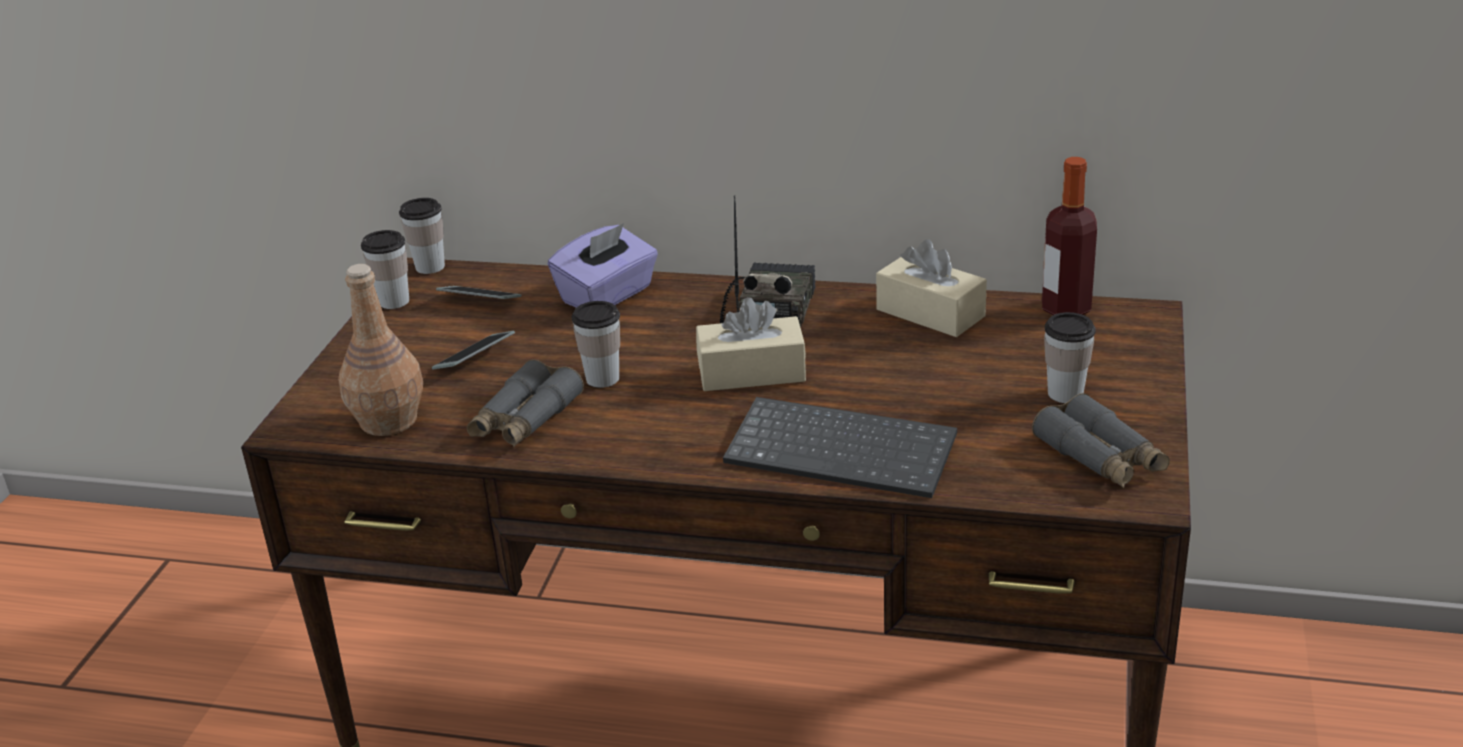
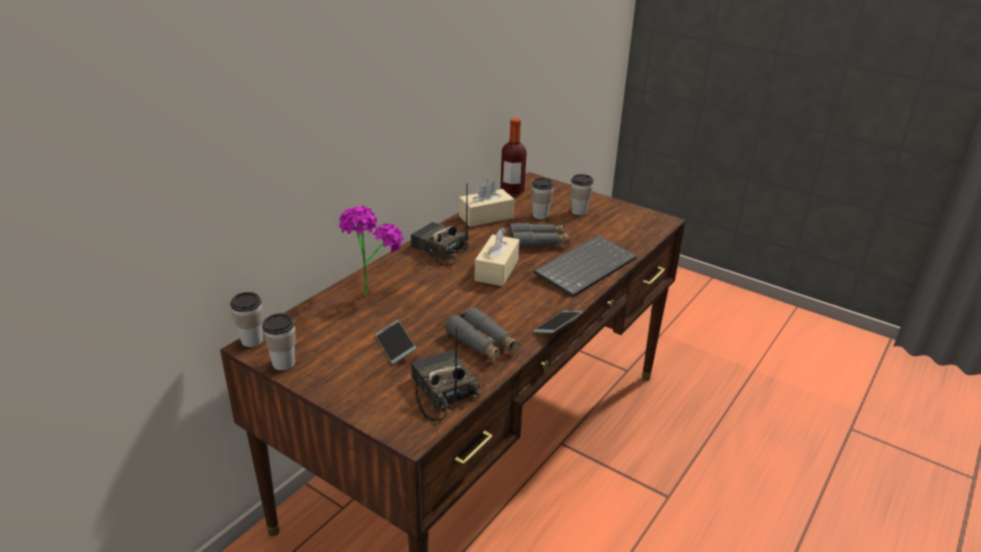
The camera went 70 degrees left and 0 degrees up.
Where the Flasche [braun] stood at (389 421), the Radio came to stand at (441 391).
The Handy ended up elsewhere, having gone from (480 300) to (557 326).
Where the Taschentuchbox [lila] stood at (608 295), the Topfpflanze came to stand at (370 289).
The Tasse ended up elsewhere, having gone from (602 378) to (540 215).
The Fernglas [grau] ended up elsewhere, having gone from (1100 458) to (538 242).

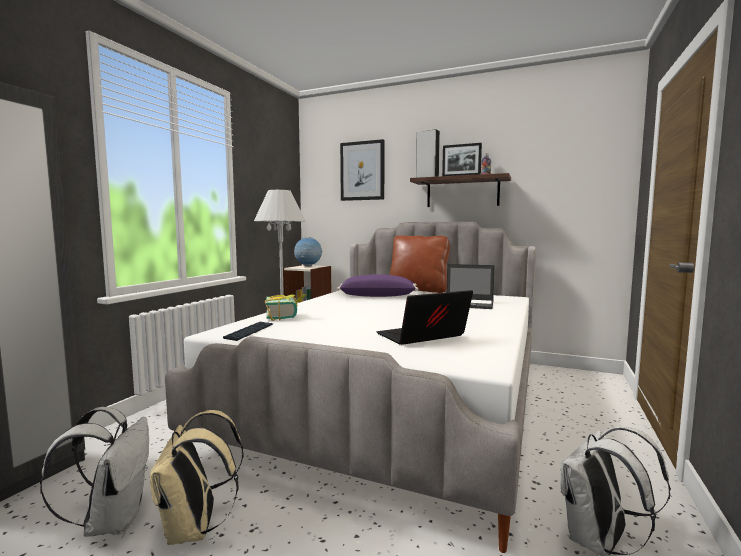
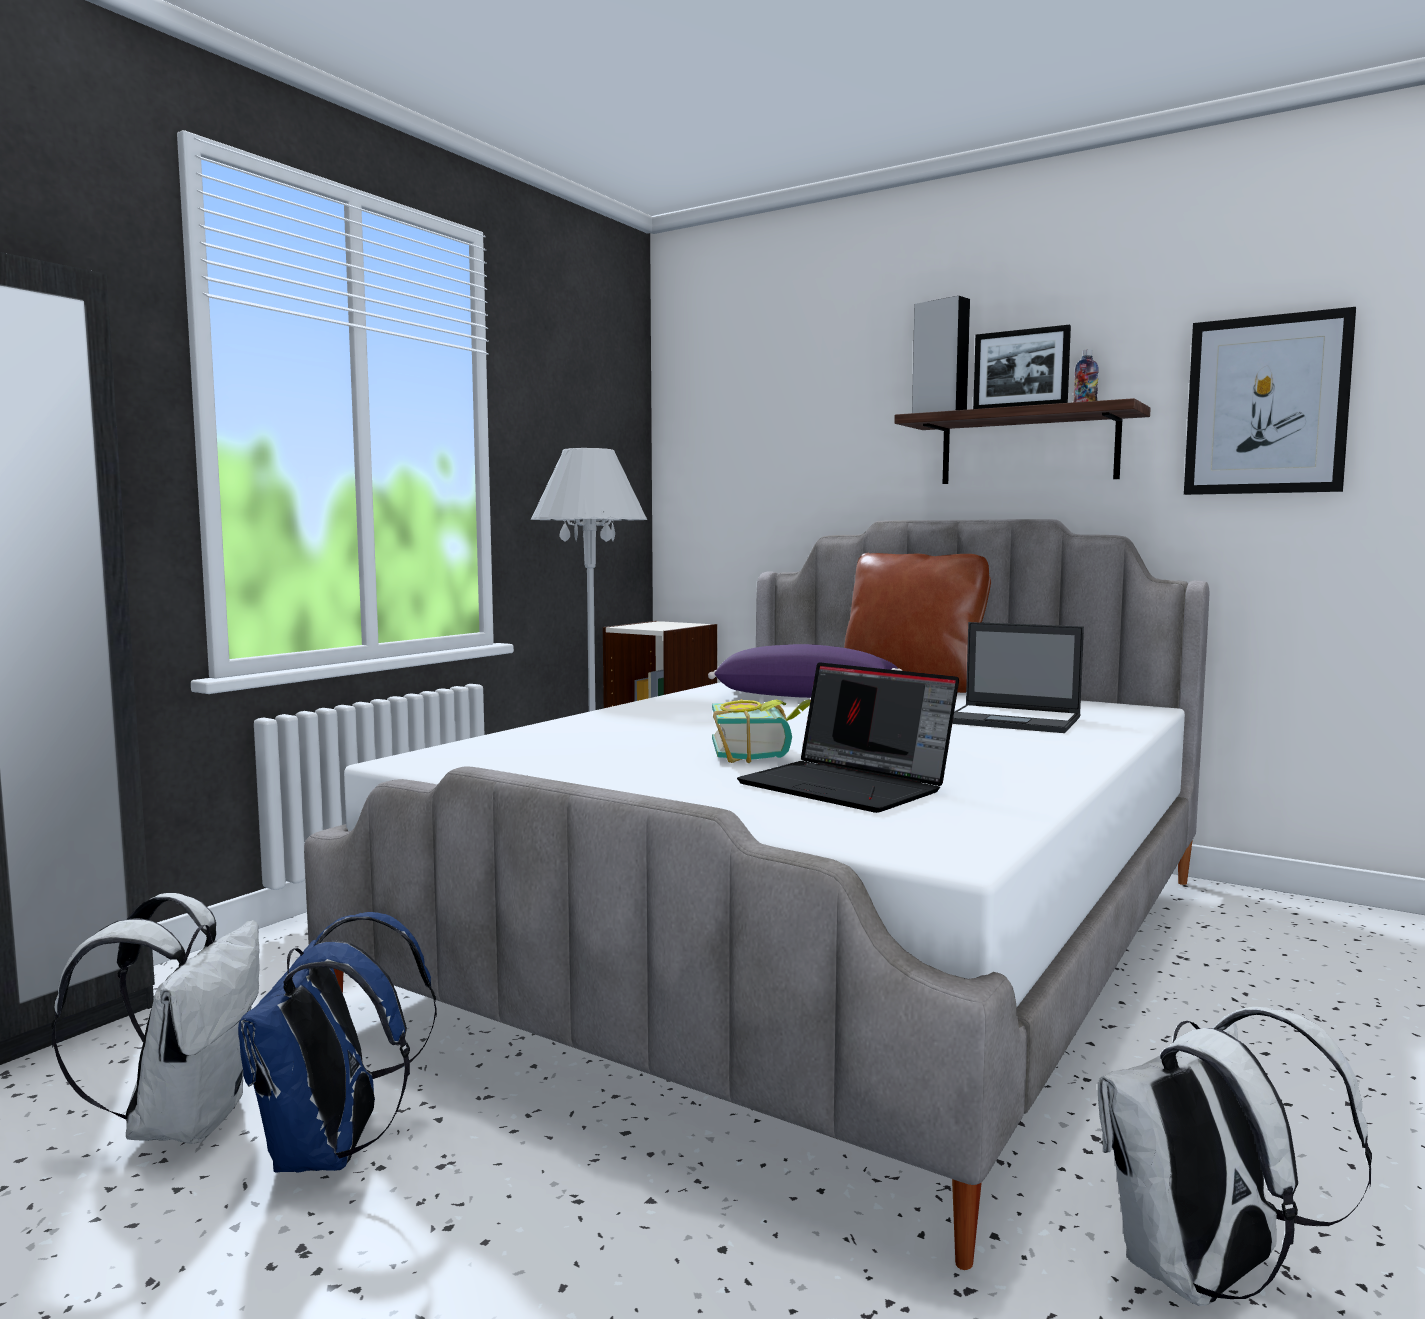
The camera went 10 degrees right and 0 degrees up.
What was the Rucksack [beige] at (195 529) turned into the Rucksack [blau] at (332 1151).
The second view lost the Tastatur at (250 331).
The Buch ended up elsewhere, having gone from (286 316) to (761 754).
The second view lost the Globus at (308 266).
The Bild ended up elsewhere, having gone from (362 171) to (1266 405).
The Laptop at (422 337) ended up facing another way, 120 degrees counterclockwise from before.

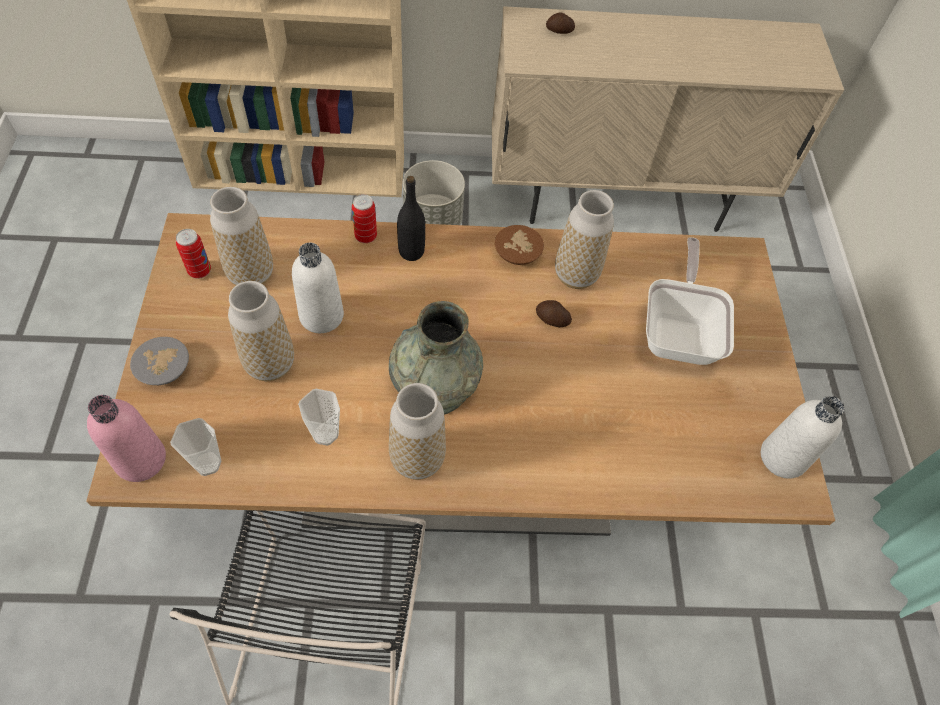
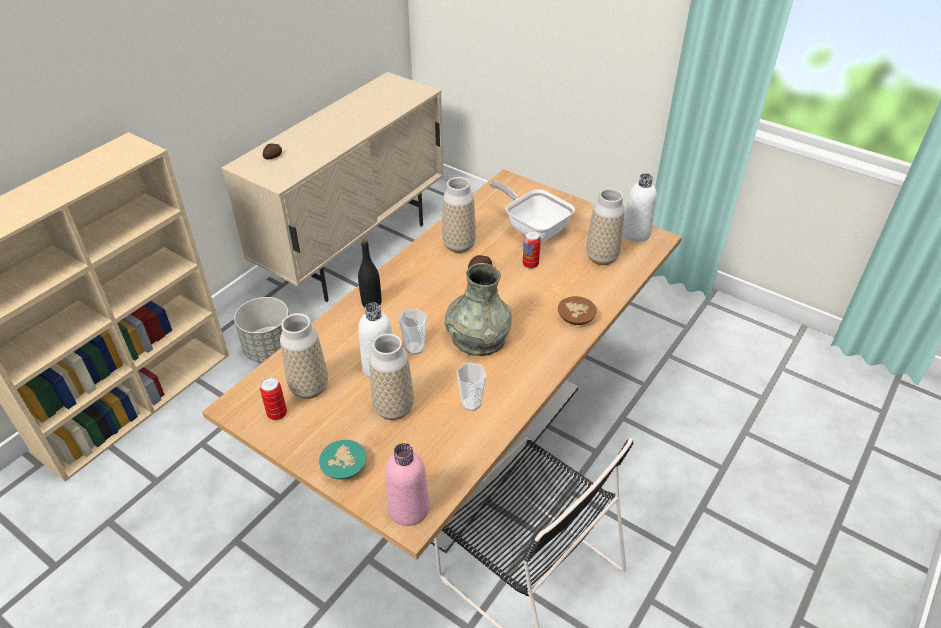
The camera went 50 degrees left and 15 degrees down.
What was the Schüssel [grau] at (166 367) turned into the Schüssel [türkis] at (344 465).
The Tasse ended up elsewhere, having gone from (208 463) to (415 348).
The Dose ended up elsewhere, having gone from (366 236) to (530 264).
The Vase ended up elsewhere, having gone from (417 459) to (601 257).
The Schüssel [braun] ended up elsewhere, having gone from (517 252) to (574 317).

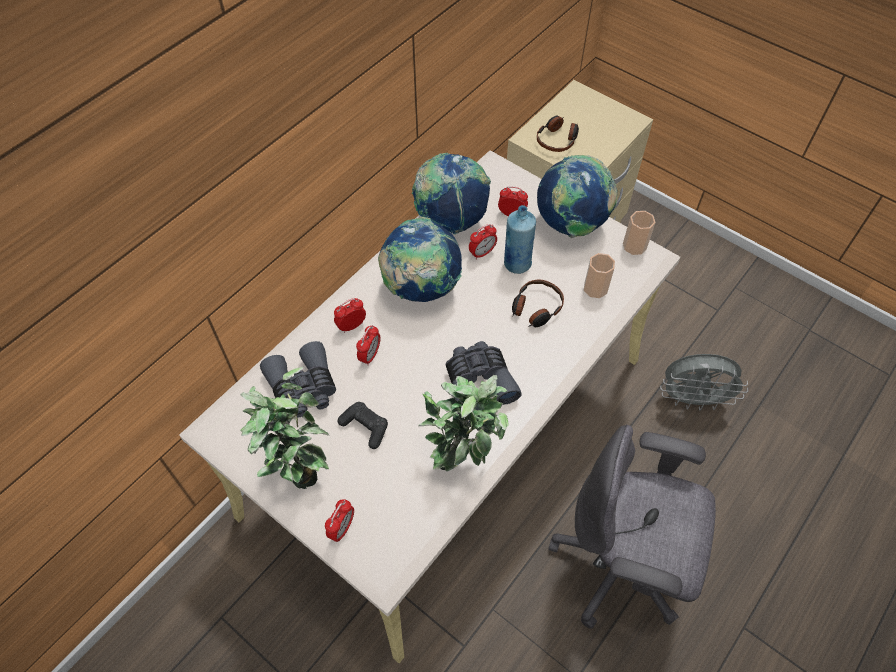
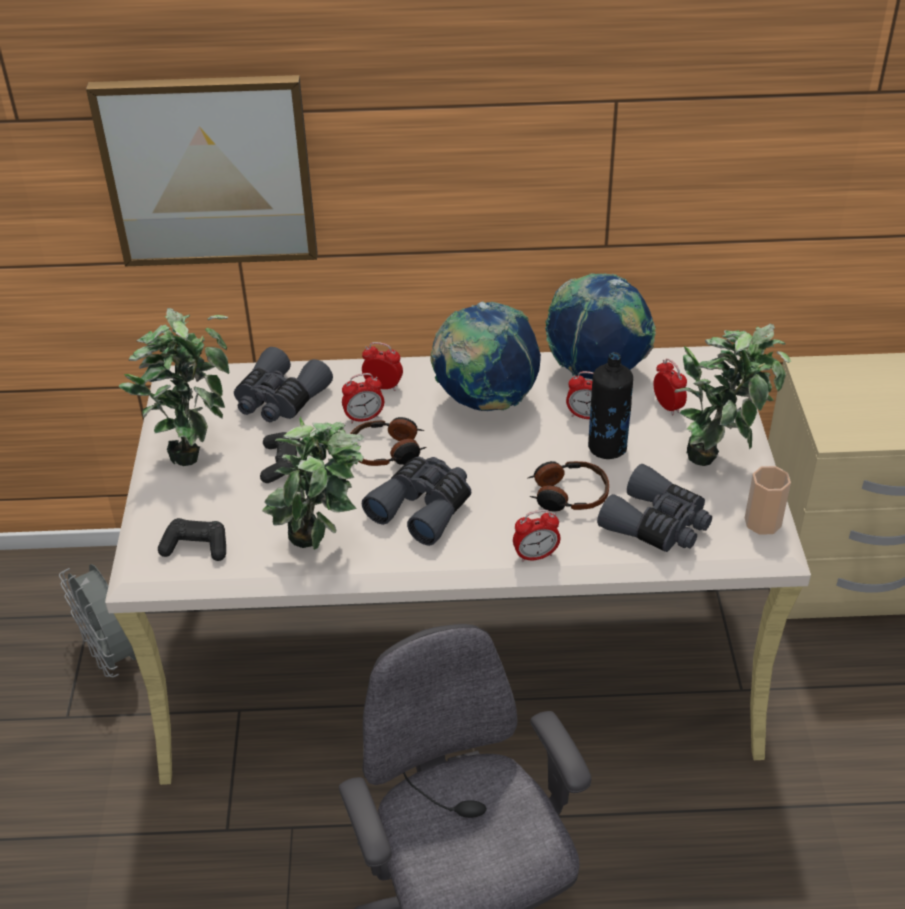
The camera went 50 degrees right and 15 degrees down.
The Wecker ended up elsewhere, having gone from (342 528) to (535 555).
What was the Flasche [blau] at (517 264) turned into the Flasche [schwarz] at (607 448).
The Kopfhörer ended up elsewhere, having gone from (557 139) to (387 451).
Where the Globus stood at (571 224), the Topfpflanze came to stand at (720 456).
Where the Tasse stood at (595 288), the Fernglas [grau] came to stand at (657 524).
The Ventilator [grau] ended up elsewhere, having gone from (692 399) to (114 655).
The second view gained the Bild at (209 171).
The second view gained the Gamepad [schwarz] at (196 547).

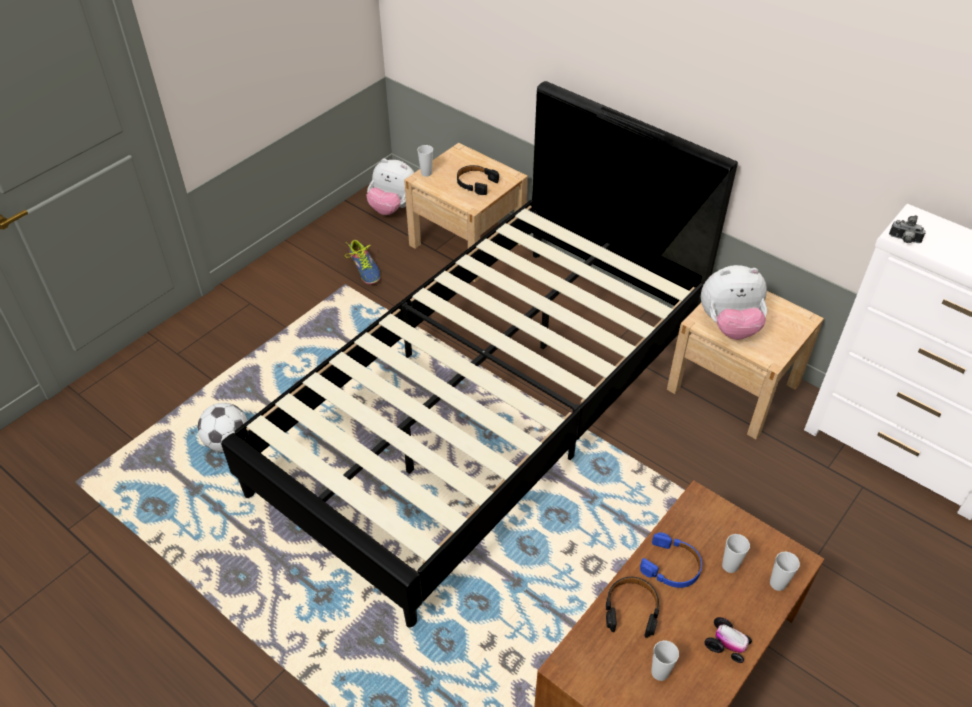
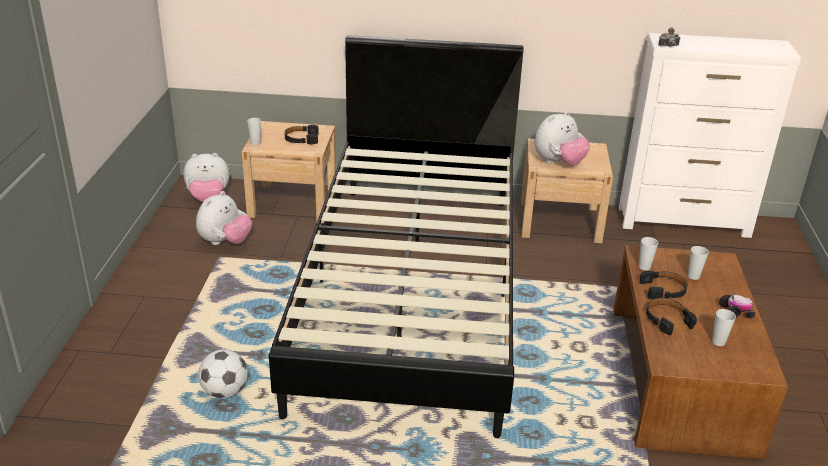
The camera went 35 degrees left and 15 degrees down.
Where the Schuh stood at (365 269), the Plüschtier came to stand at (225 242).
What was the Kopfhörer [blau] at (671 566) turned into the Kopfhörer [schwarz] at (663 290).
The Tasse ended up elsewhere, having gone from (777 583) to (644 267).

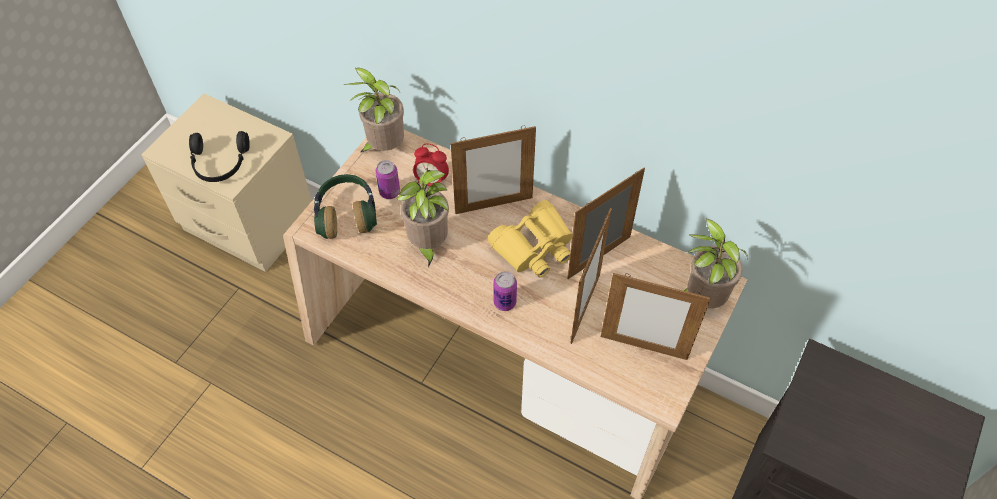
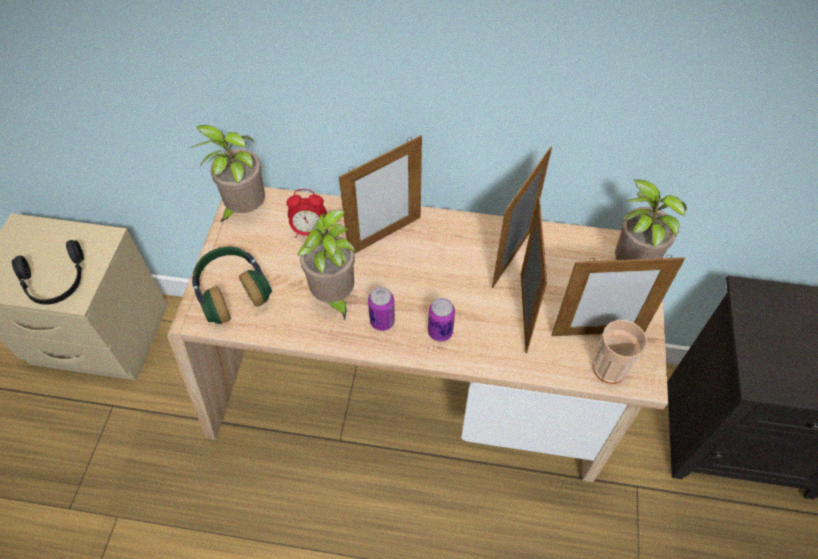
The camera went 20 degrees left and 0 degrees up.
The Dose ended up elsewhere, having gone from (389 192) to (382 321).
The second view lost the Fernglas [gelb] at (534 247).
The second view gained the Tasse at (609 369).

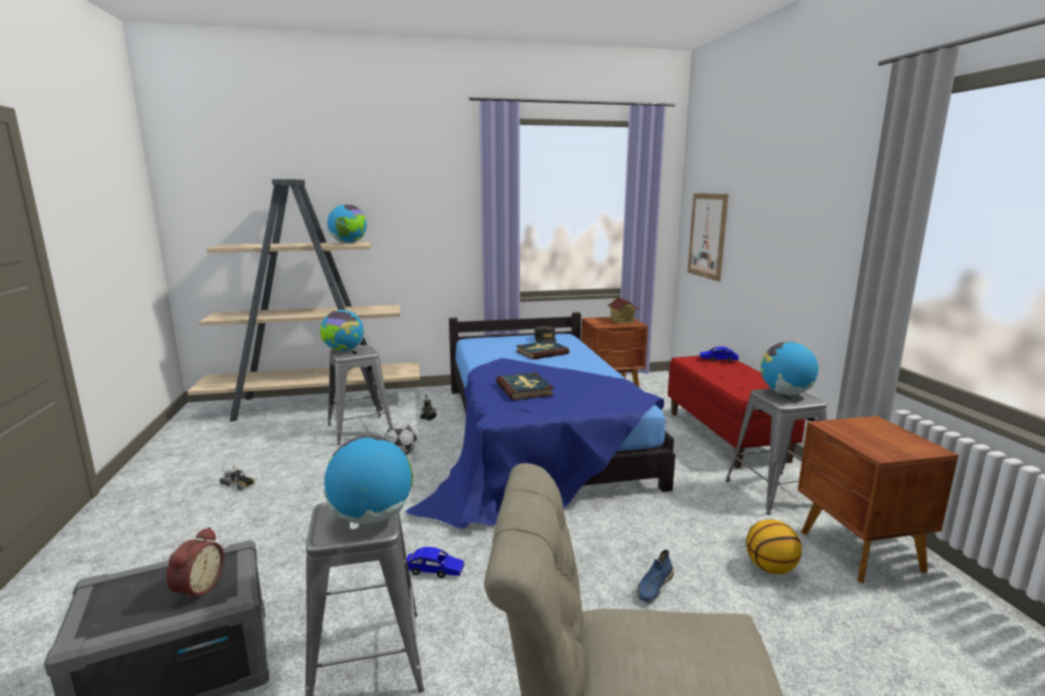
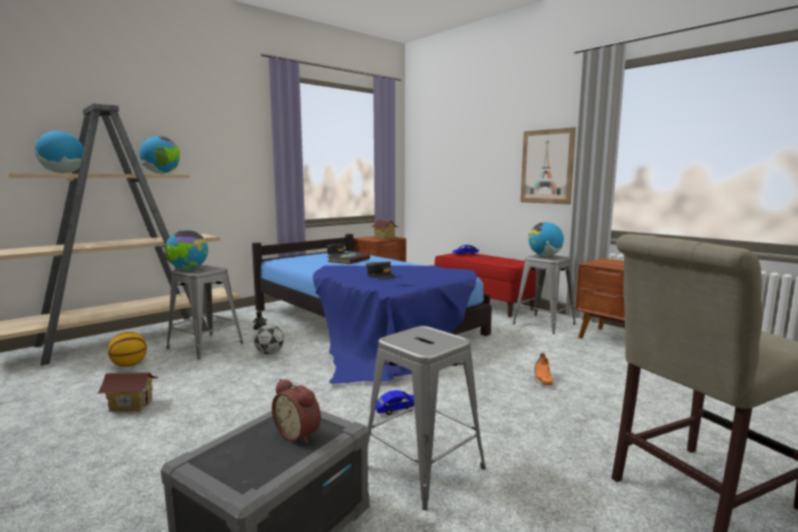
The camera went 30 degrees left and 5 degrees down.
The Wecker at (197 588) ended up facing another way, 150 degrees clockwise from before.
Where the Spielzeuglaster stood at (238 484), the Spielzeughaus came to stand at (131 405).
The Globus ended up elsewhere, having gone from (372 517) to (63 173).
Where the Buch stood at (524 389), the Kappe [grau] came to stand at (381 276).
What was the Schuh [blau] at (654 586) turned into the Schuh [orange] at (542 378).
The Bild ended up elsewhere, having gone from (707 235) to (547 166).
The Basketball ended up elsewhere, having gone from (770 568) to (129 365).

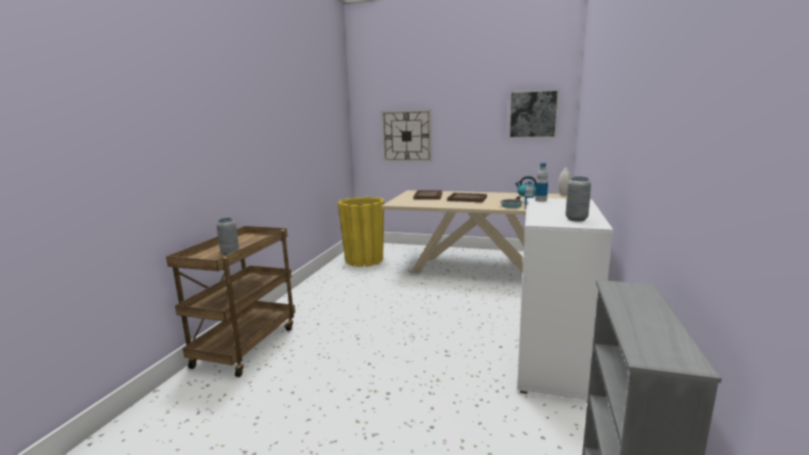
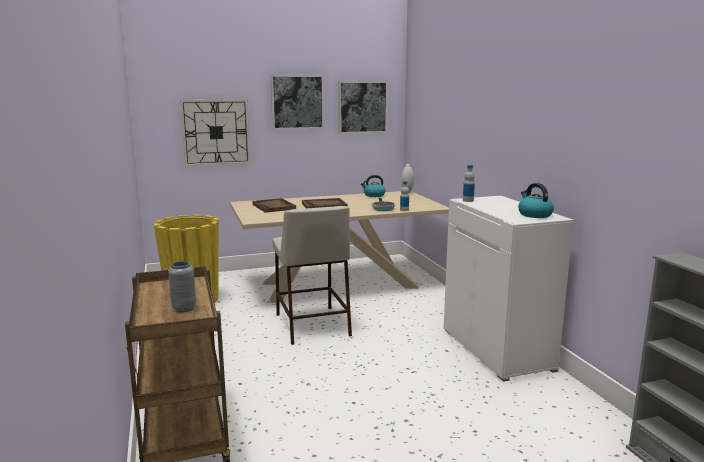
The camera went 35 degrees left and 0 degrees up.
Where the Vase [grau] stood at (576 219), the Wasserkessel came to stand at (534 215).
The second view gained the Bild at (297 102).
The second view gained the Hocker [beige] at (311 324).

